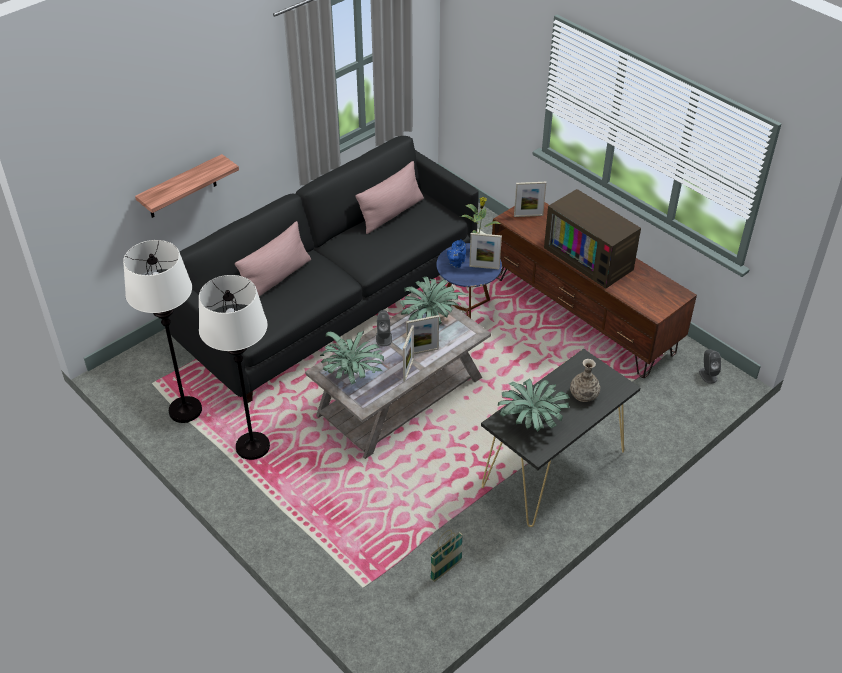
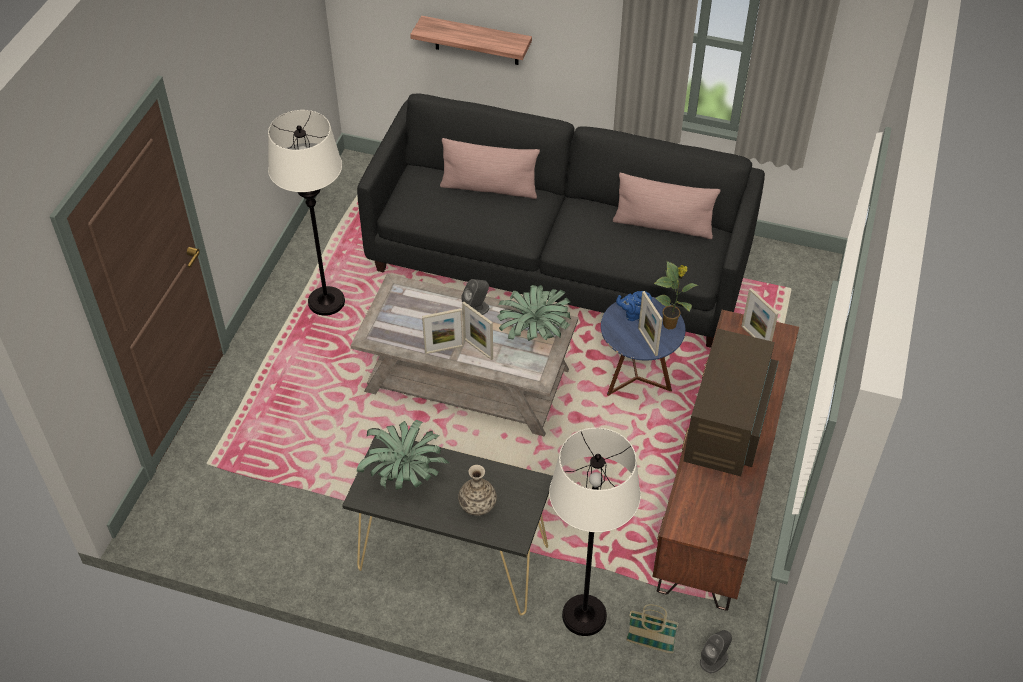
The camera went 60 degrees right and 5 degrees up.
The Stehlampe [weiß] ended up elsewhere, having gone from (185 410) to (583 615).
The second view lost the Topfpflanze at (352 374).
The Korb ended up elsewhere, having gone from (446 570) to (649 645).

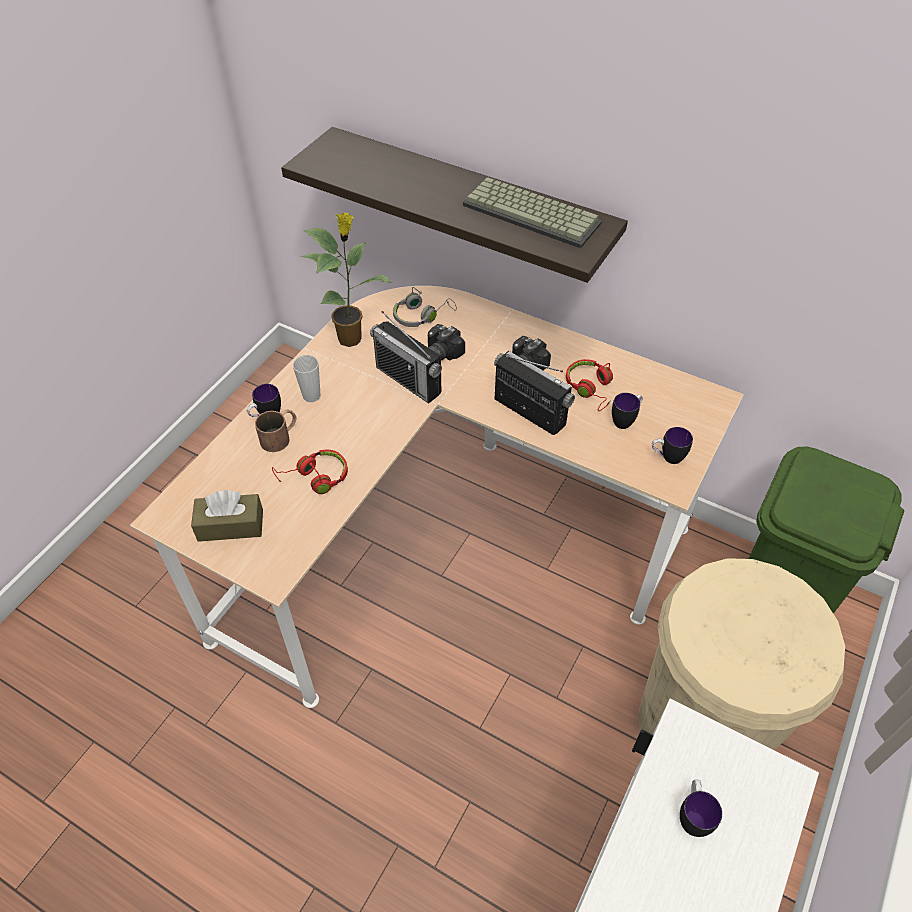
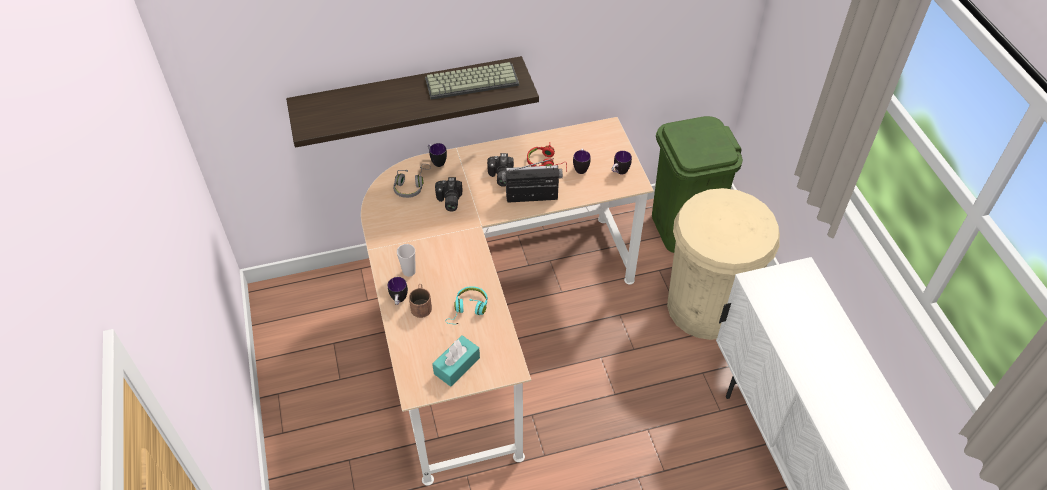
The camera went 45 degrees left and 0 degrees up.
What was the Taschentuchbox [braun] at (230 525) turned into the Taschentuchbox [türkis] at (457 365).
What was the Kopfhörer [rot] at (314 478) turned into the Kopfhörer [türkis] at (468 309).
The second view lost the Topfpflanze at (351 338).
The second view lost the Radio at (408 380).
The Henkelbecher ended up elsewhere, having gone from (692 815) to (437 161).

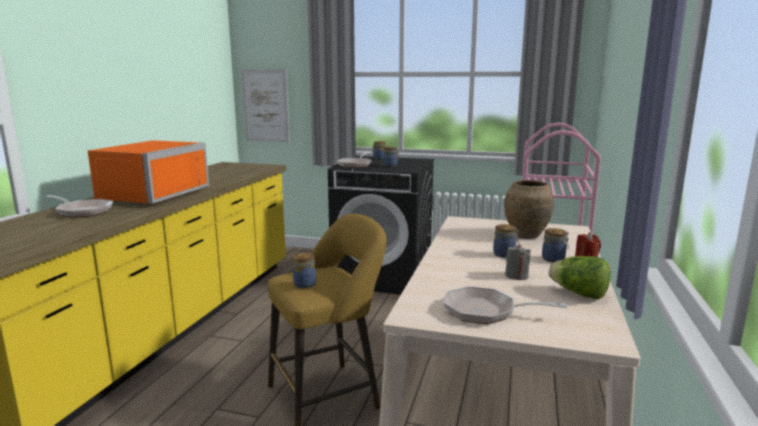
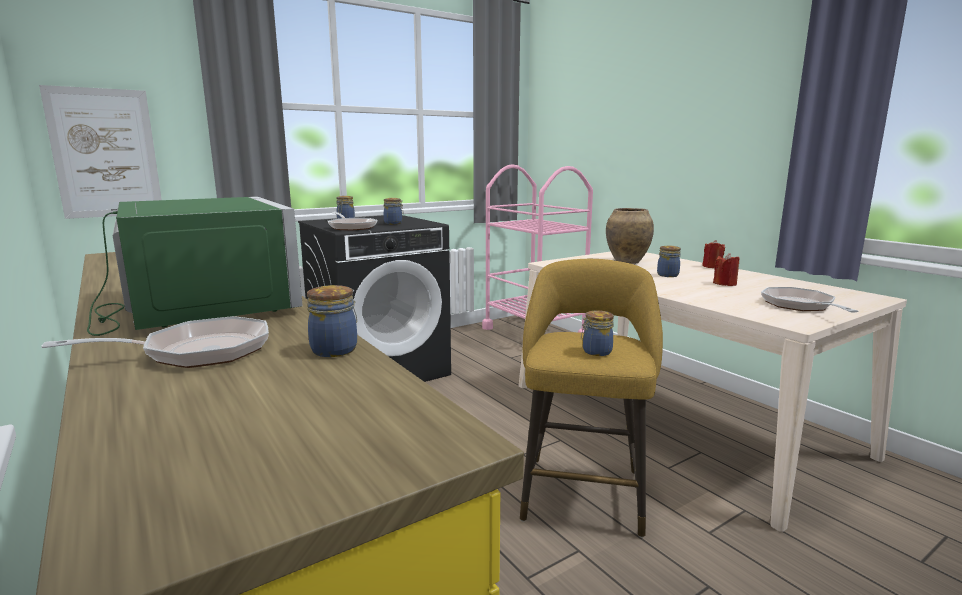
The camera went 50 degrees left and 0 degrees up.
What was the Mikrowelle [orange] at (149 194) turned into the Mikrowelle [grün] at (196 305).
The Pfanne at (486 311) ended up facing another way, 120 degrees clockwise from before.
What was the Kerze [grau] at (516 276) turned into the Kerze [rot] at (725 284).
The Vorratsglas ended up elsewhere, having gone from (554 259) to (336 349).
The second view lost the Salatkopf at (579 294).

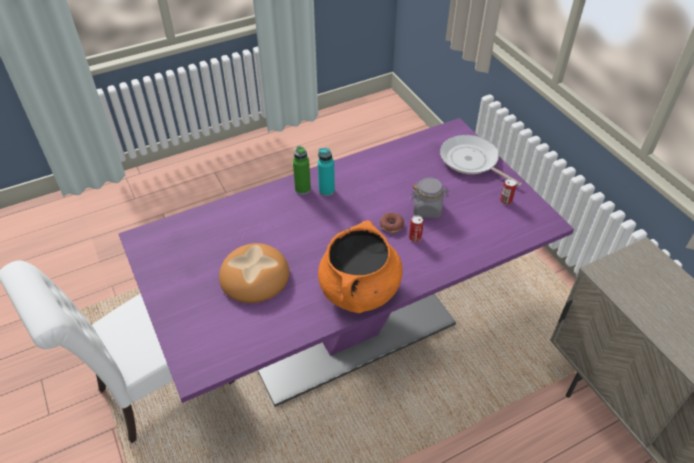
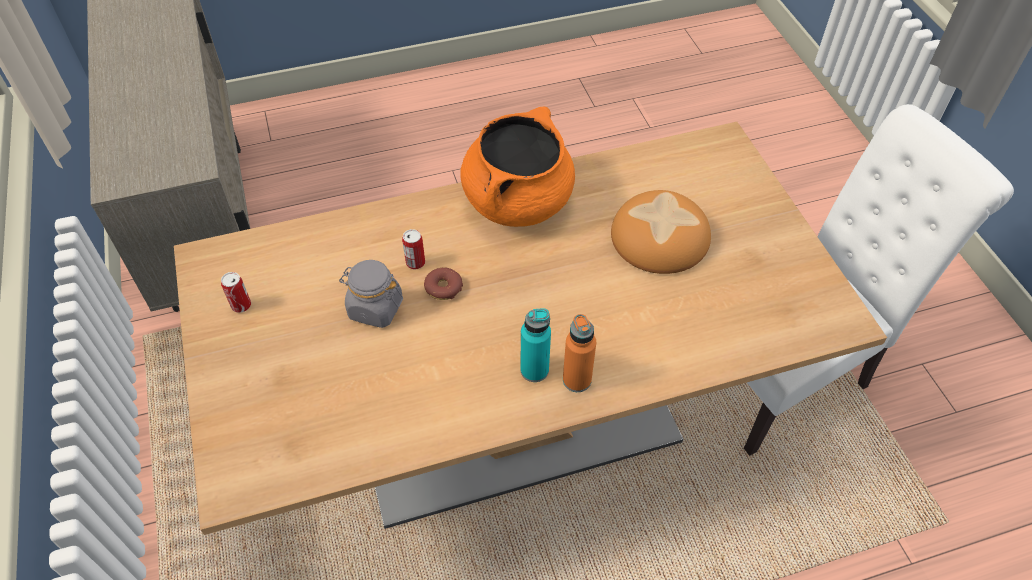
The camera went 170 degrees left and 5 degrees up.
What was the Esstisch [lila] at (346 327) turned into the Esstisch [beige] at (516 421).
What was the Flasche [grün] at (302 189) turned into the Flasche [orange] at (577 380).
The second view lost the Pfanne at (471 161).

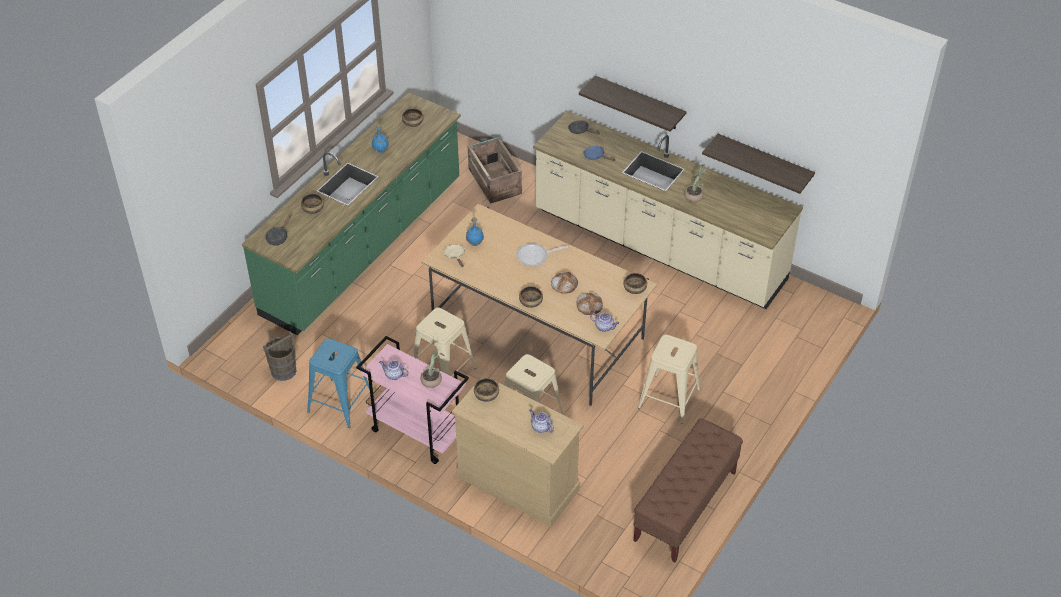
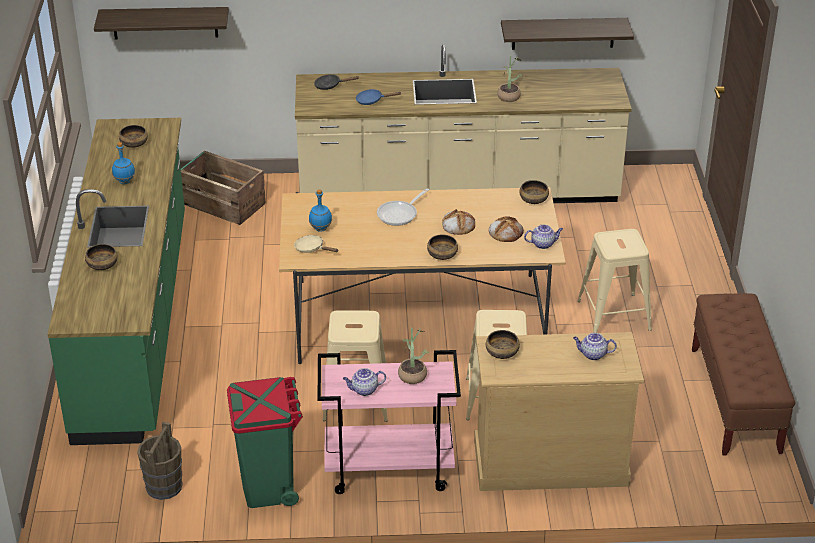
The camera went 35 degrees left and 10 degrees down.
The second view lost the Pfanne [schwarz] at (278 237).
Where the Hocker [blau] stood at (340 403), the Mülleimer [grün] came to stand at (268 485).
The Wandregal ended up elsewhere, having gone from (639 103) to (165 23).

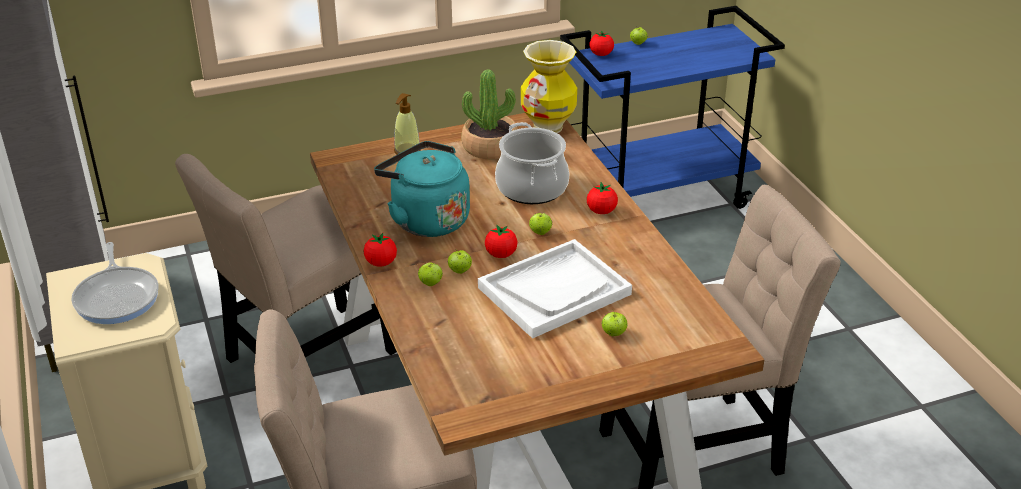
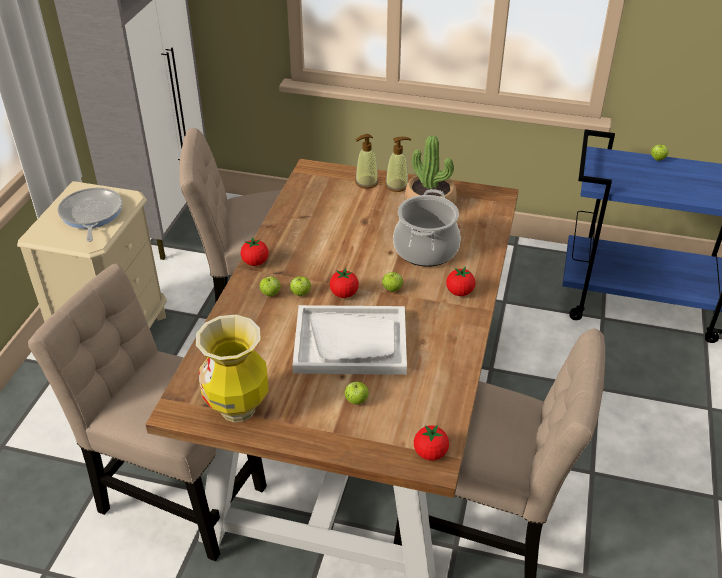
The camera went 35 degrees right and 5 degrees up.
The Pfanne at (117 297) ended up facing another way, 150 degrees clockwise from before.
The second view lost the Wasserkessel [türkis] at (426 219).
The Vase ended up elsewhere, having gone from (548 127) to (238 409).
The Tomate ended up elsewhere, having gone from (601 54) to (430 453).
The second view gained the Seifenspender at (397 185).

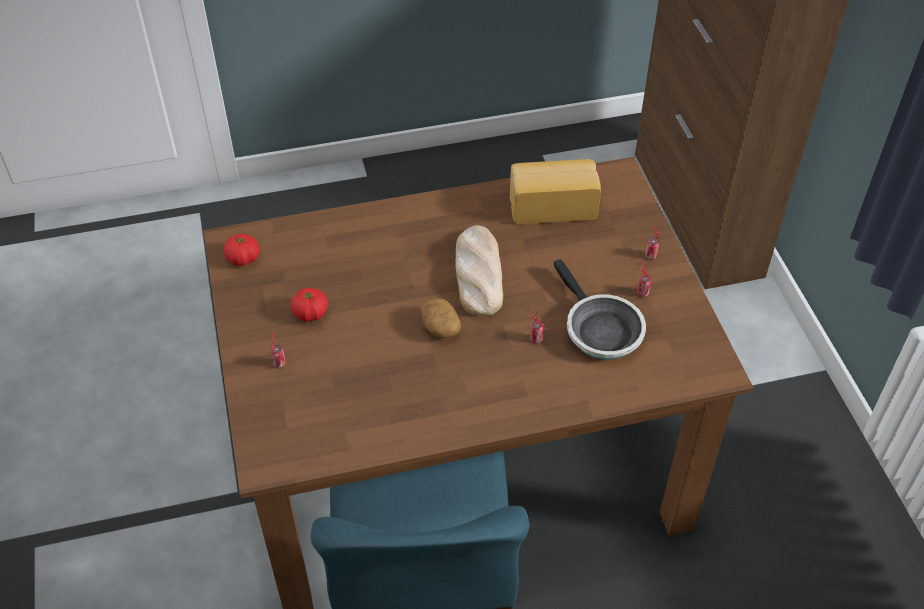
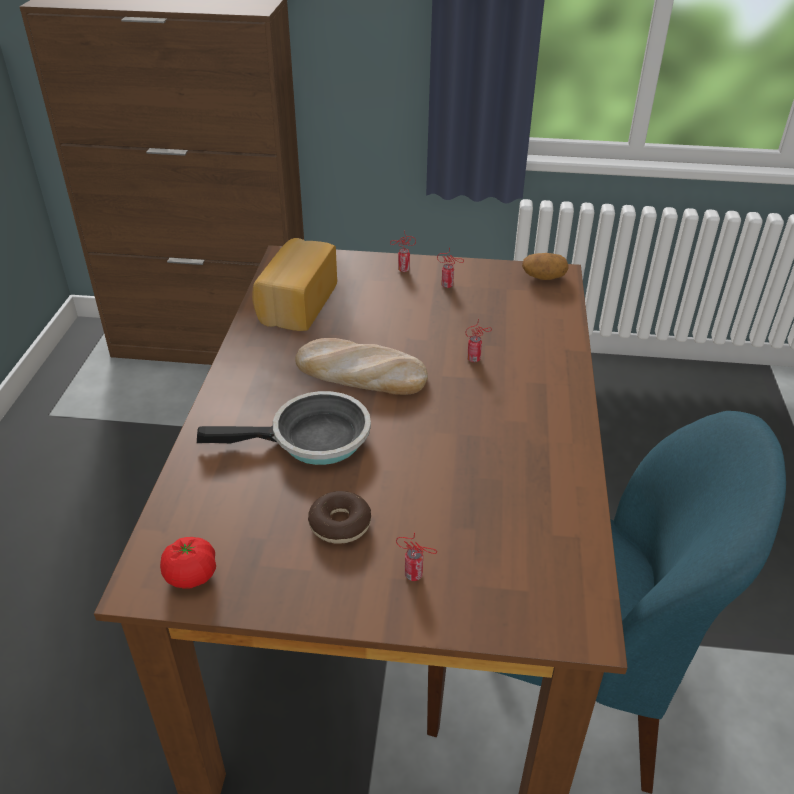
The camera went 70 degrees left and 10 degrees down.
Where the Tomate stood at (310 313), the Donut came to stand at (340 524).
The Kartoffel ended up elsewhere, having gone from (440 326) to (543 277).
The Pfanne ended up elsewhere, having gone from (599 330) to (312 439).

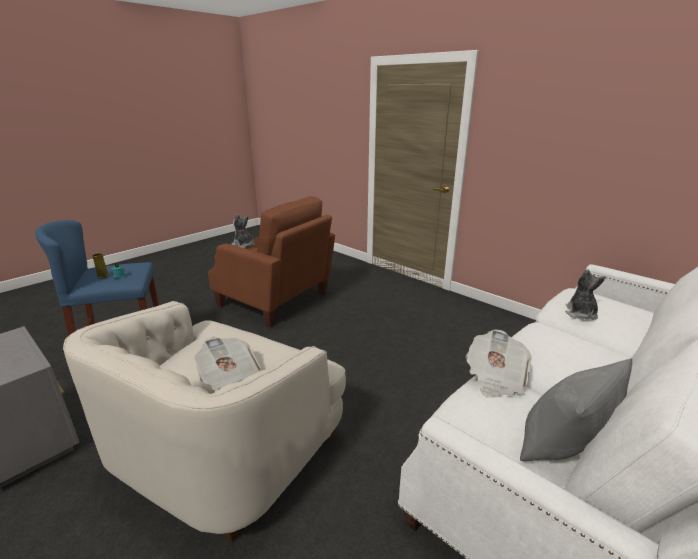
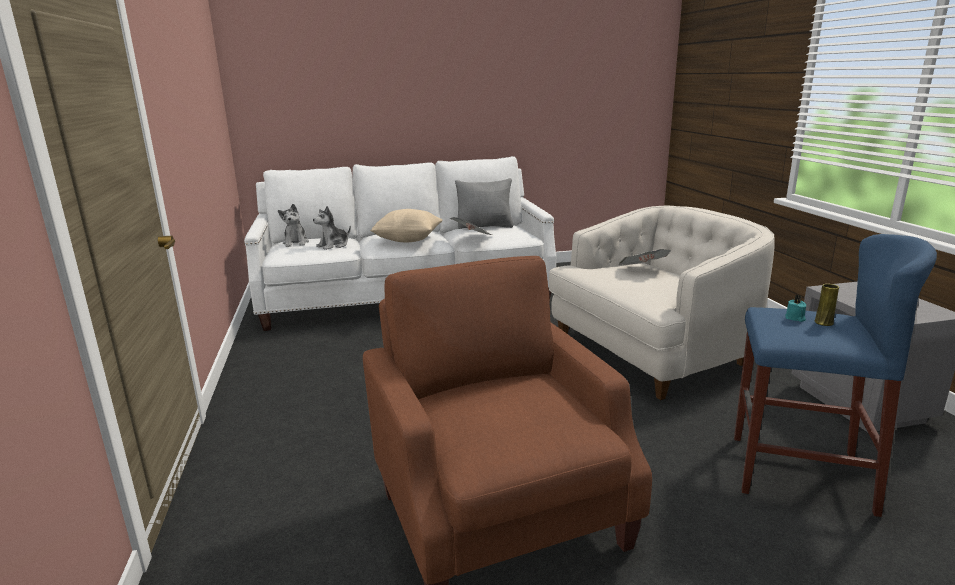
The camera went 145 degrees left and 5 degrees down.
The Plüschtier ended up elsewhere, having gone from (244 245) to (296 243).
The second view gained the Kissen [beige] at (408 240).

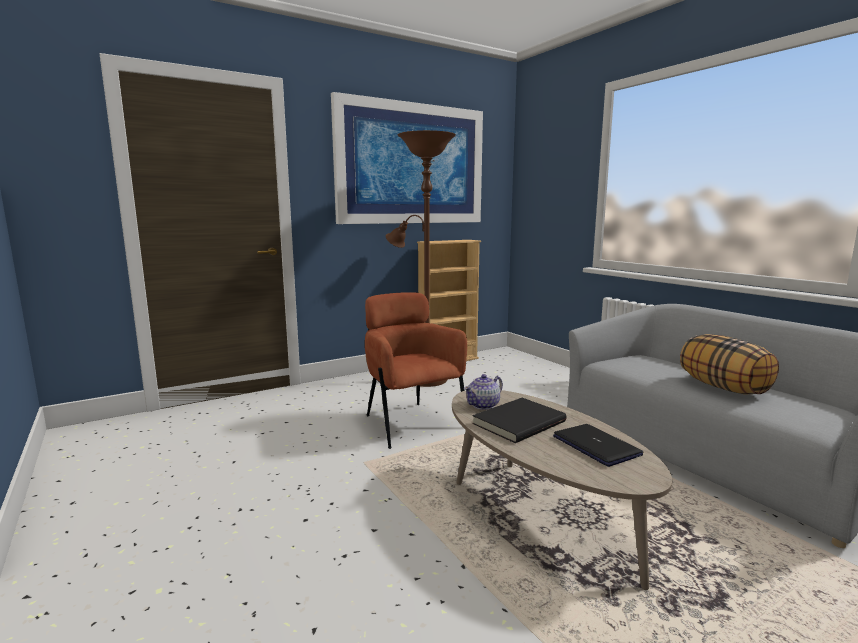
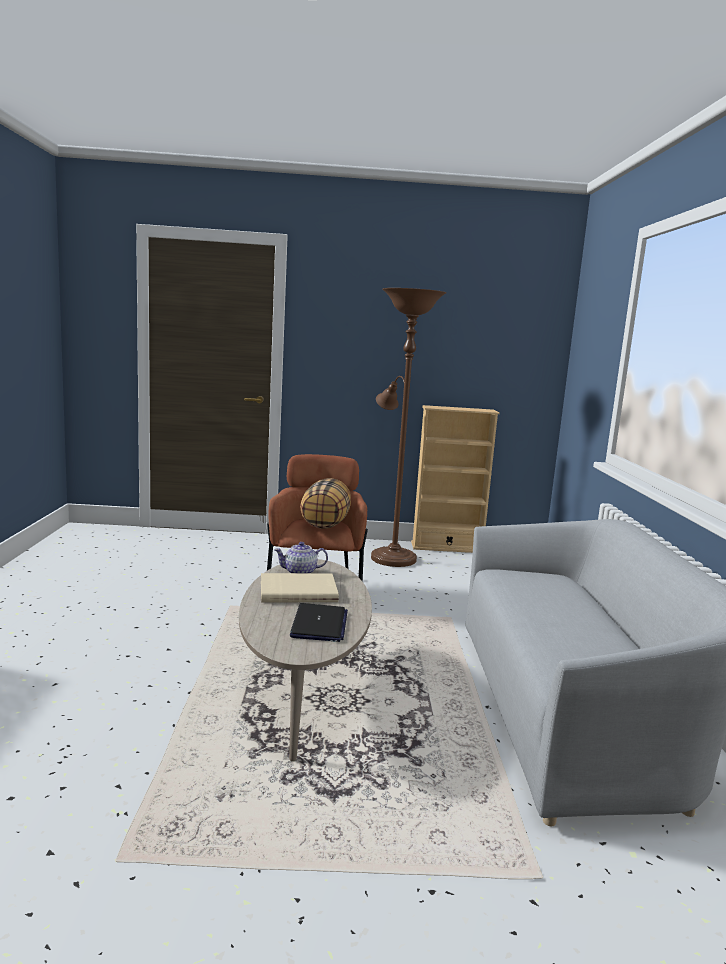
The camera went 30 degrees right and 0 degrees up.
The second view lost the Bild at (411 164).
What was the Buch [schwarz] at (517 422) turned into the Buch [beige] at (298 591).
The Kissen ended up elsewhere, having gone from (724 387) to (325 524).

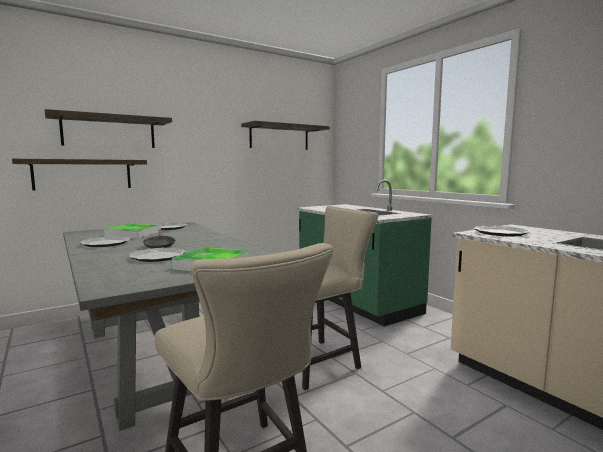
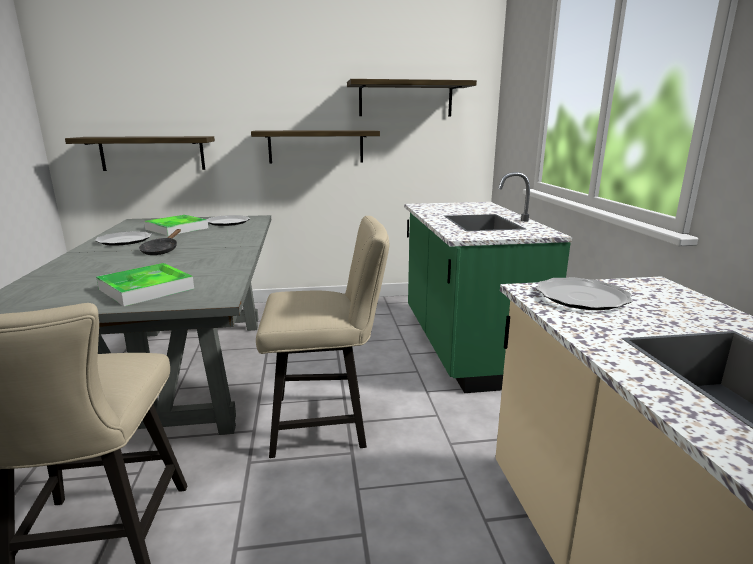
The camera went 25 degrees right and 10 degrees up.
The Wandregal ended up elsewhere, having gone from (109 132) to (316 146).
The second view lost the Teller at (157 257).

